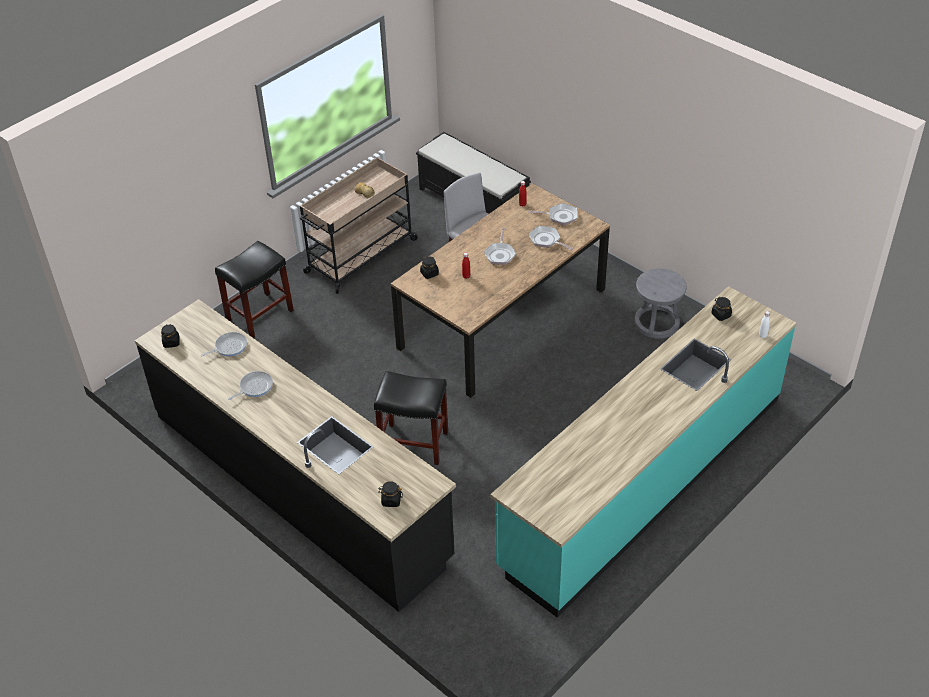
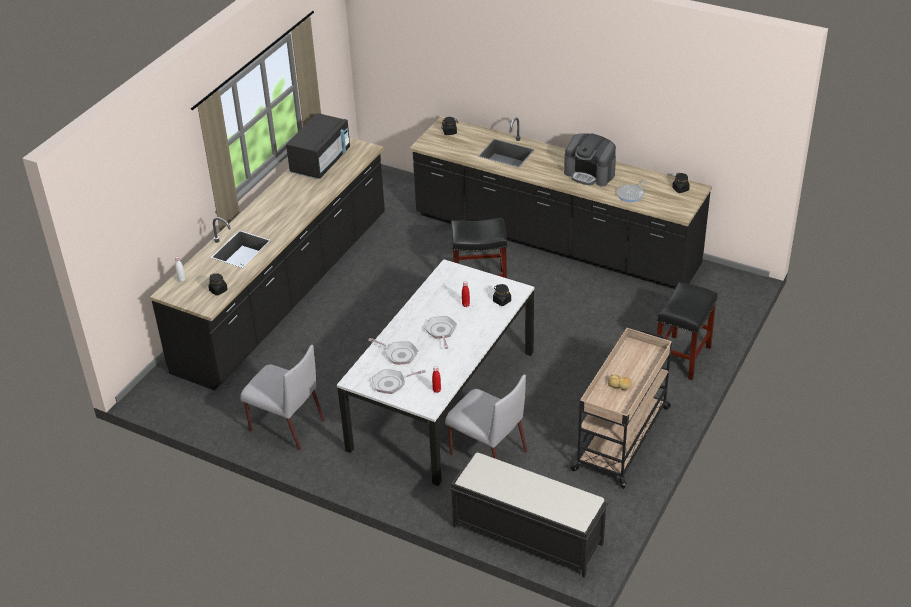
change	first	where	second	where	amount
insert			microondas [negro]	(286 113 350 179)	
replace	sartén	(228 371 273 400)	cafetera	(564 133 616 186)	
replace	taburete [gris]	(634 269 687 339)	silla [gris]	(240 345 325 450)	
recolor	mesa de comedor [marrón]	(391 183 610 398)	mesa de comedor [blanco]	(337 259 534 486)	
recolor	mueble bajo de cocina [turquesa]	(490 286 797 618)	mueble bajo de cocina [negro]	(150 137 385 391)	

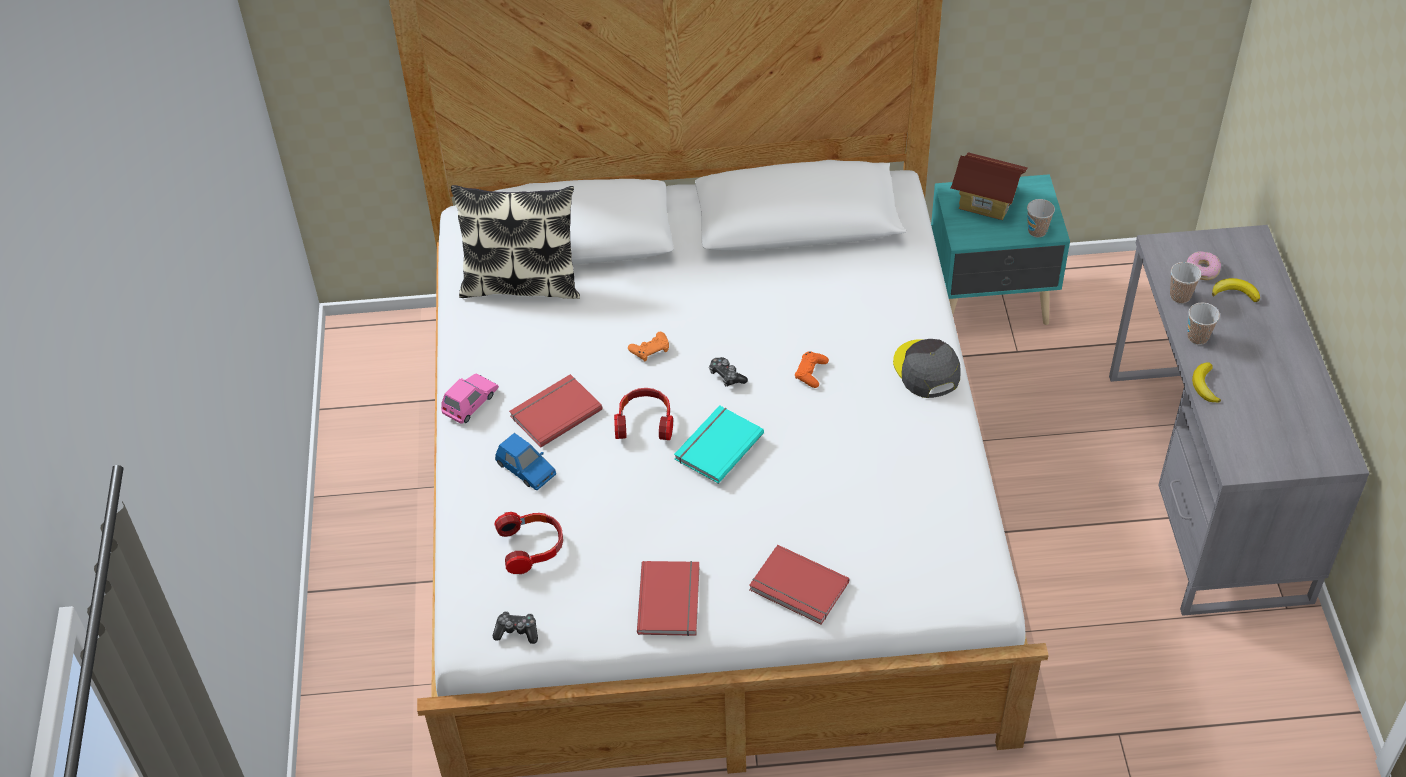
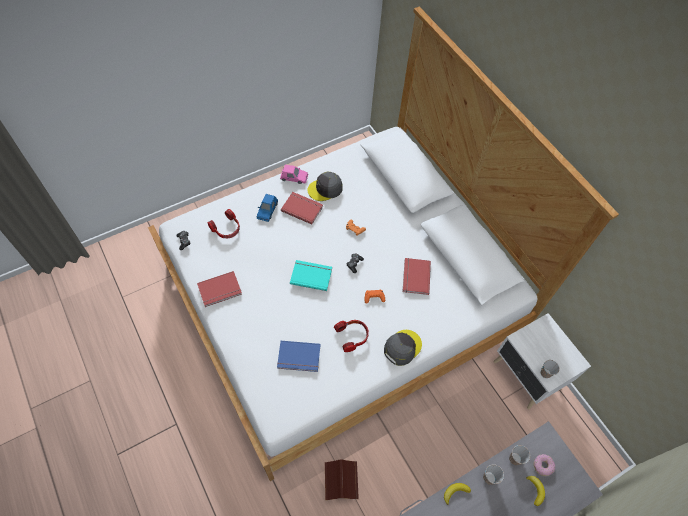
change	first	where	second	where	amount
delete	cojín	(451 185 580 299)			
insert			libro [azul]	(277 341 320 372)	
insert			gorra [gris]	(308 172 343 201)	
move	auriculares	(614 388 673 440)		(334 320 369 352)	
move	libro [rojo]	(749 545 850 625)		(403 258 431 295)	
move	casita	(951 152 1028 220)		(325 459 359 500)	
recolor	mesita de noche [turquesa]	(931 174 1070 325)	mesita de noche [blanco]	(494 313 591 409)	

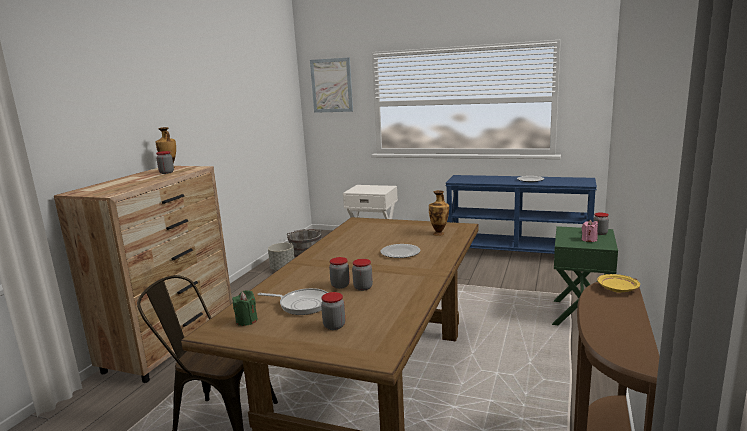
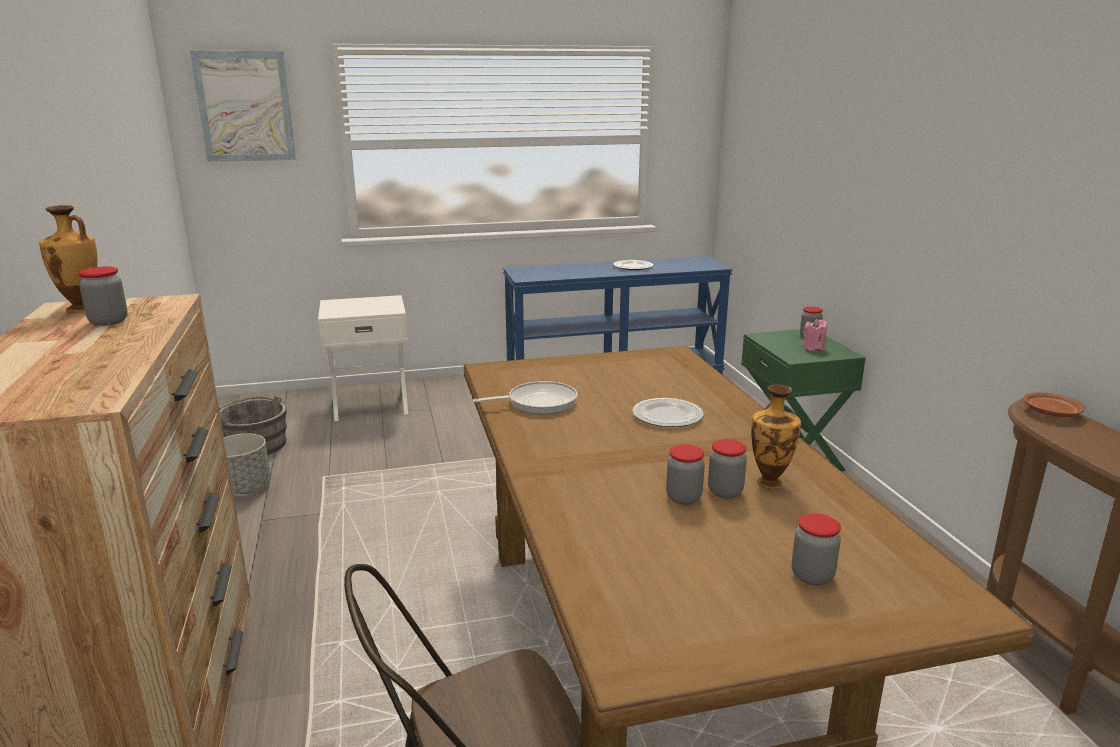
change	first	where	second	where	amount
delete	vela [verde]	(232 290 258 326)			
move	sartén	(257 288 328 315)		(473 381 578 414)	
move	florero	(429 190 449 236)		(751 384 801 489)	
recolor	plato [amarillo]	(597 274 640 293)	plato [marrón]	(1023 392 1085 418)	

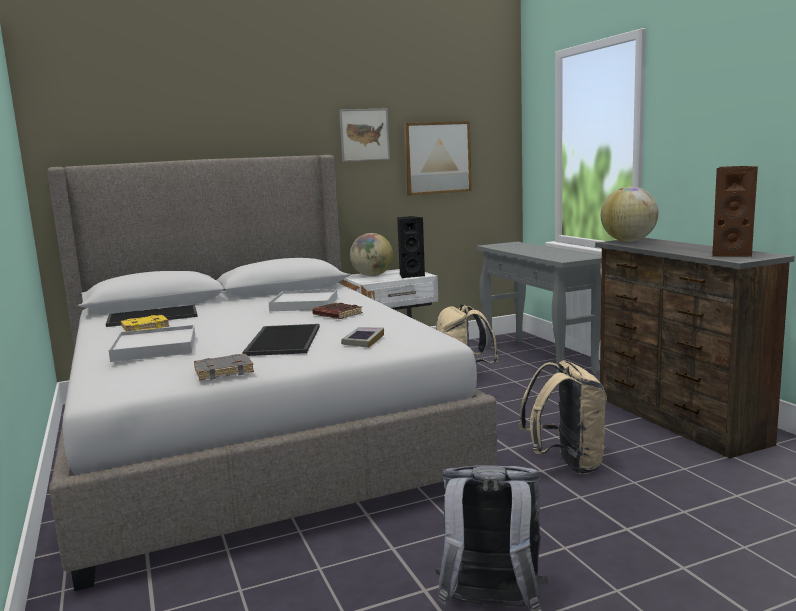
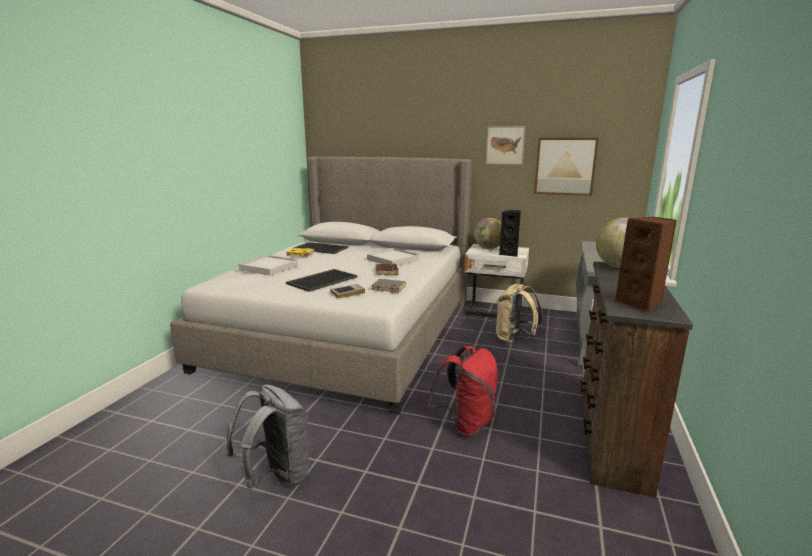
change	first	where	second	where	amount
move	libro [gris]	(194 354 254 380)		(371 279 406 293)	
recolor	mochila [beis]	(519 360 607 474)	mochila [rojo]	(428 346 499 437)	

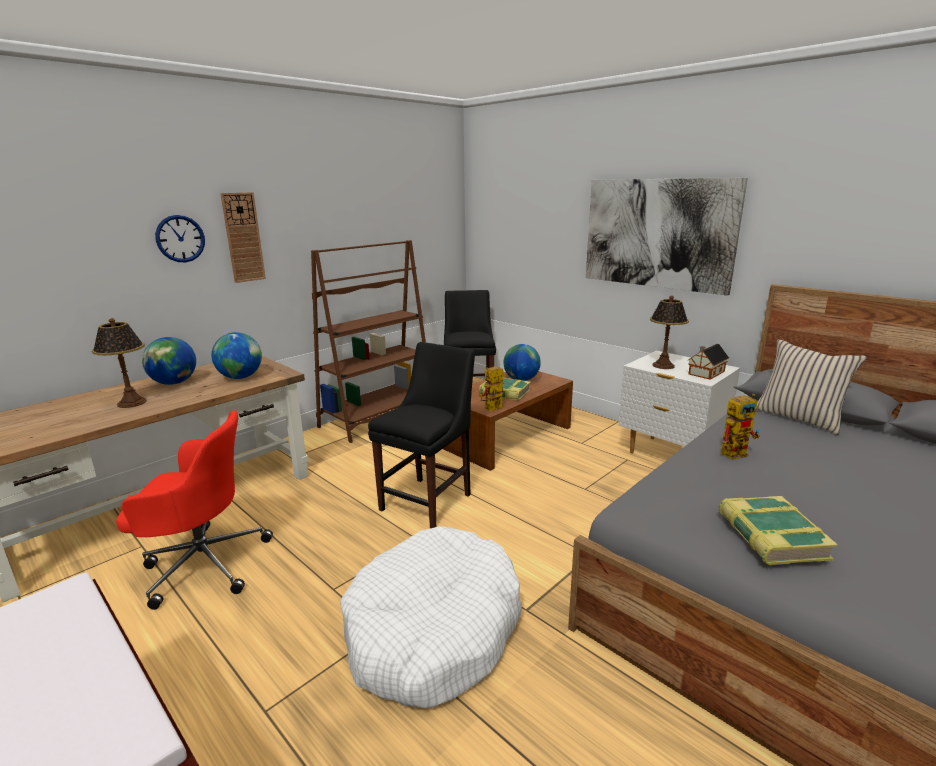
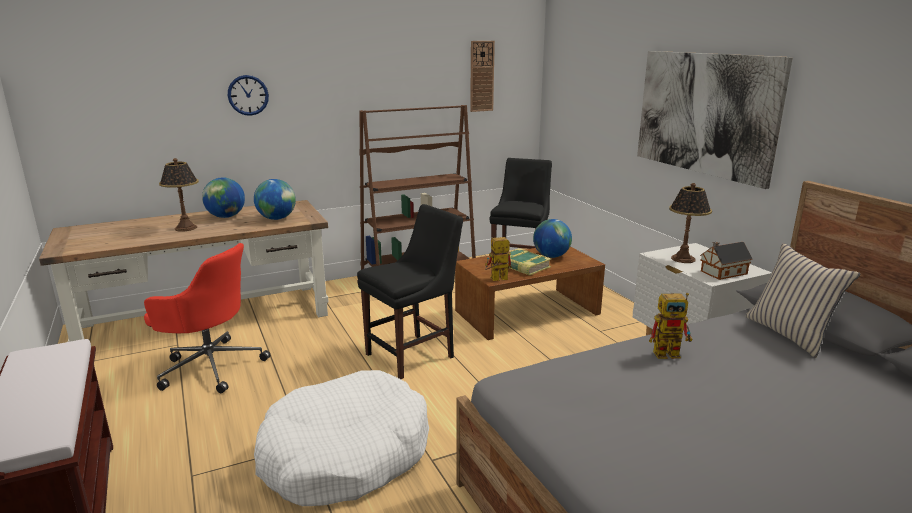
change	first	where	second	where	amount
delete	libro	(718 496 838 565)			
move	reloj de pared	(220 192 266 283)		(470 41 495 112)	

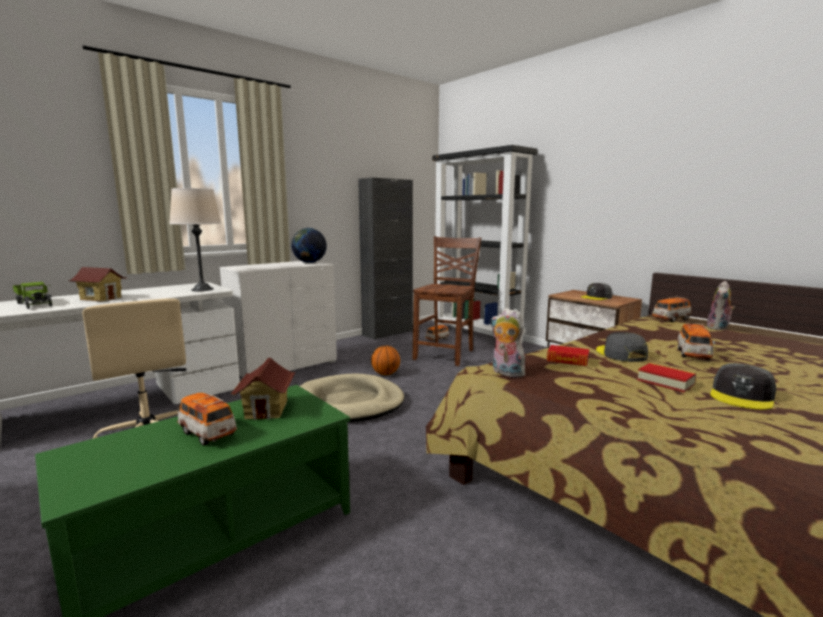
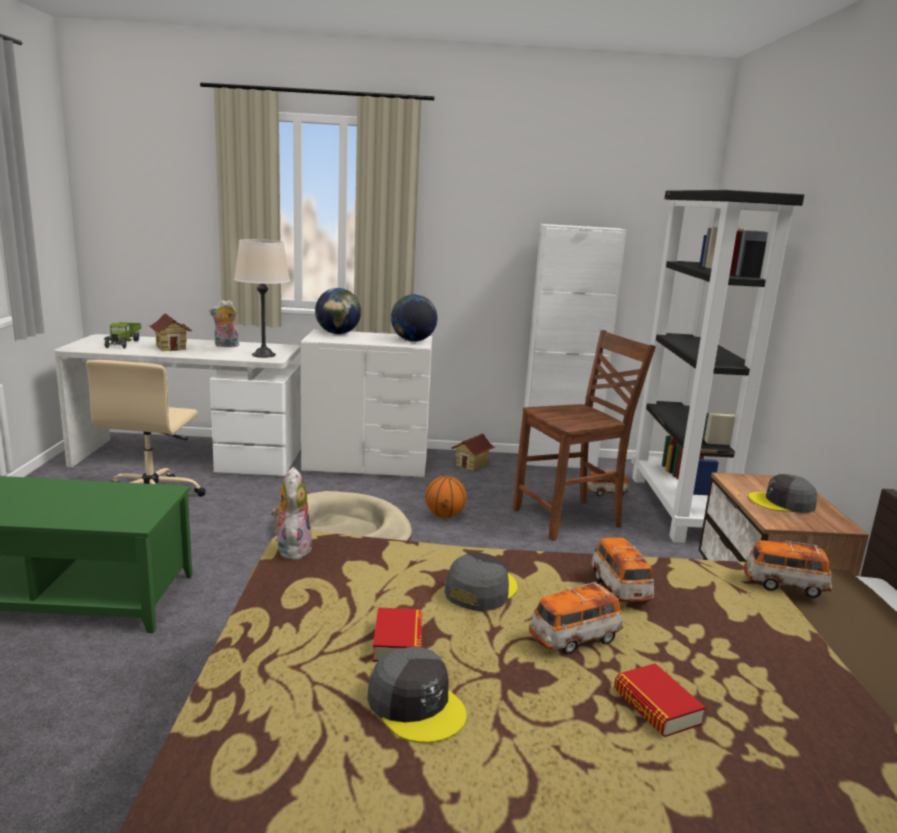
change	first	where	second	where	amount
insert			globo terráqueo	(315 288 361 335)	
move	coche de juguete	(177 393 237 446)		(591 537 654 604)	
move	casita	(231 358 295 420)		(451 434 495 470)	
move	libro	(547 345 589 366)		(614 663 706 737)	
move	peluche	(707 281 735 330)		(209 300 239 347)	
recolor	armario [negro]	(358 177 413 340)	armario [blanco]	(524 224 626 468)	
rotate	gorra [gris]	(710 363 776 410)		(367 646 467 743)	120 degrees counterclockwise

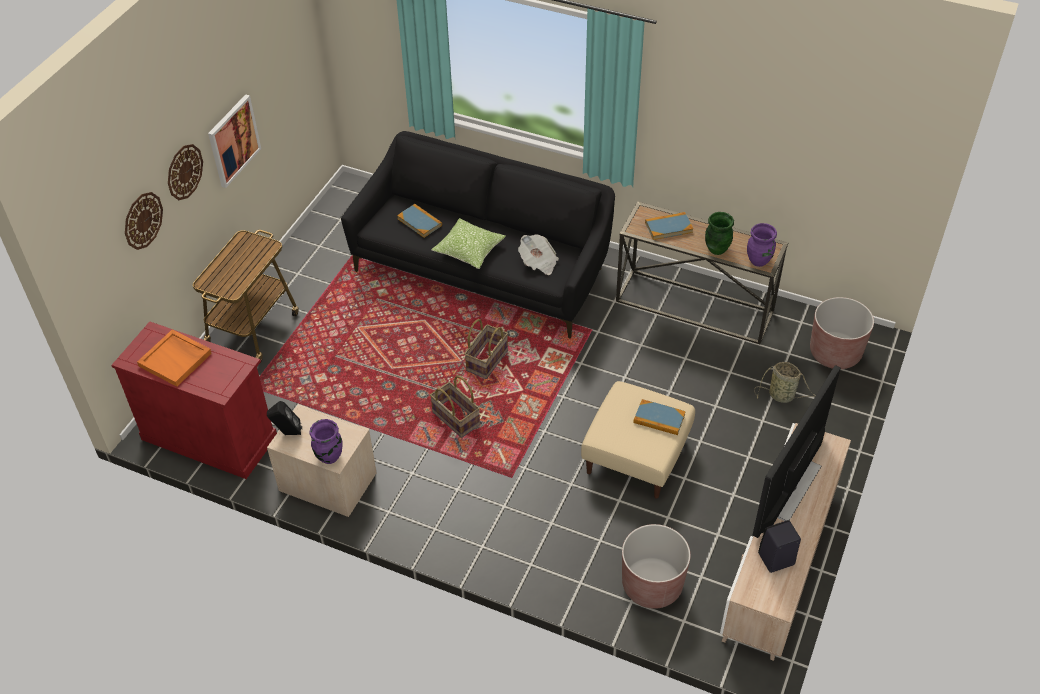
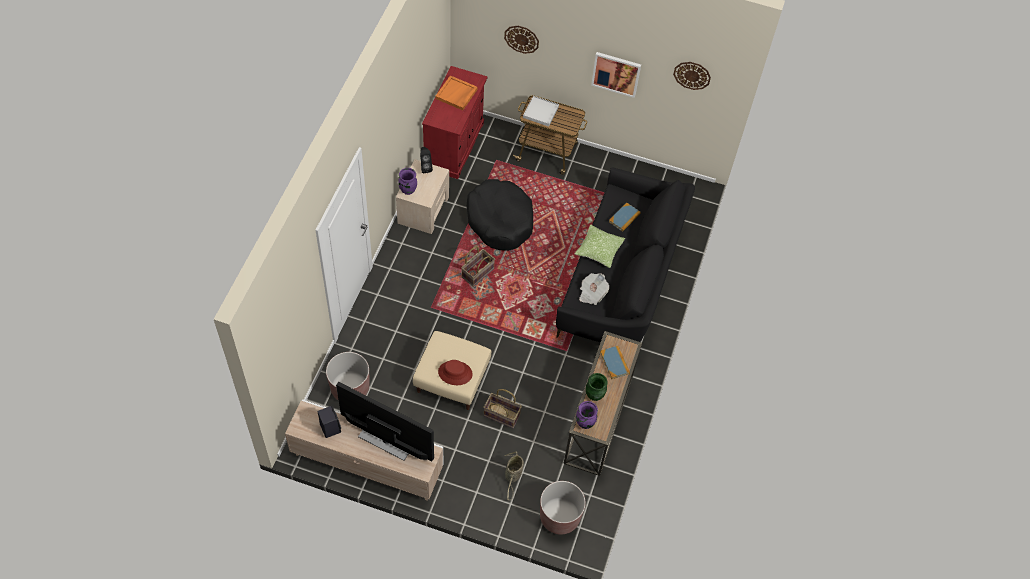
change	first	where	second	where	amount
insert			cama para perro [negro]	(467 179 533 251)	
insert			bandeja [blanco]	(523 96 559 127)	
move	reloj de pared	(168 144 203 200)		(673 62 711 90)	
move	cesta	(464 319 508 379)		(483 389 522 428)	
replace	libro	(633 399 686 435)	sombrero [rojo]	(438 360 473 385)	

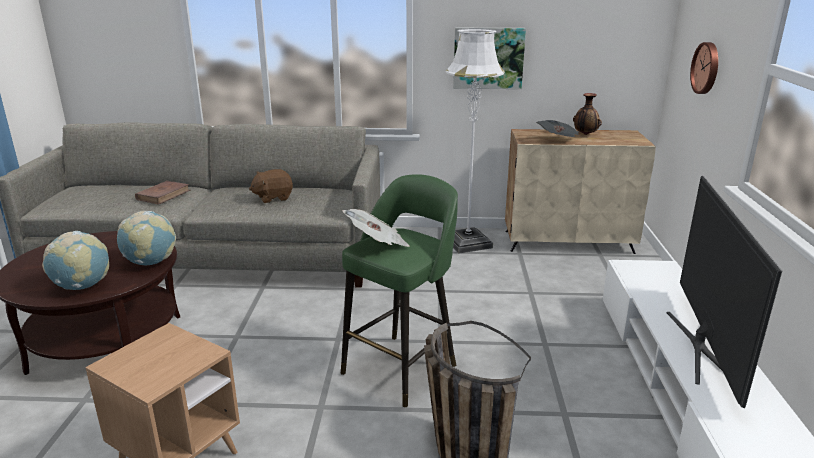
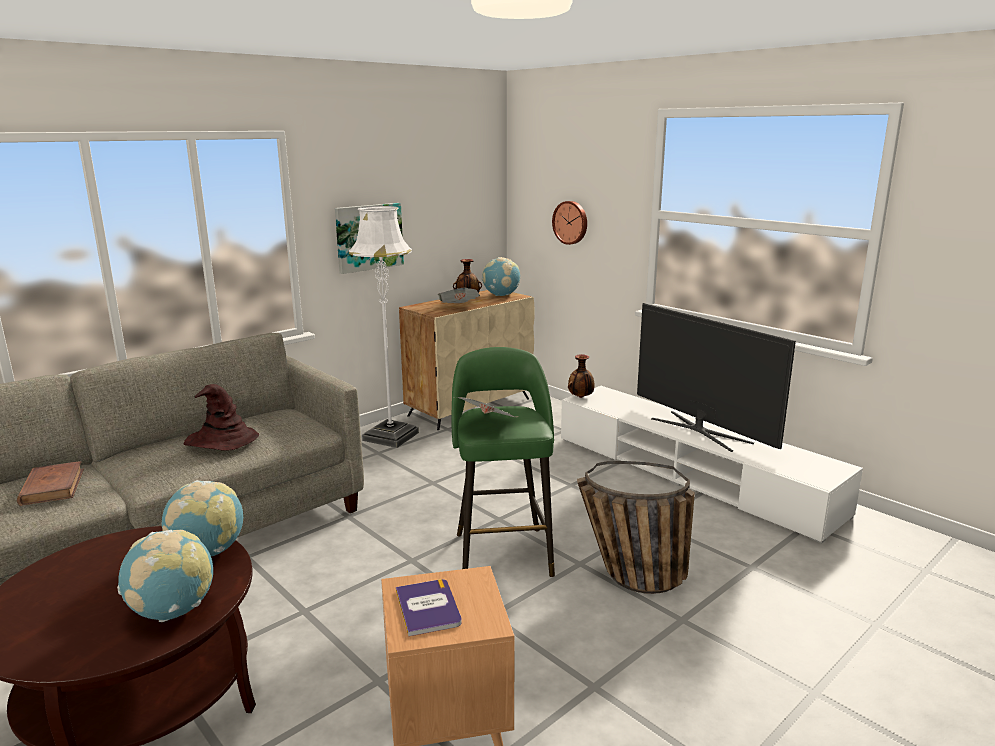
change	first	where	second	where	amount
insert			libro	(396 579 462 636)	
insert			globo terráqueo	(482 257 520 296)	
insert			florero	(568 354 595 398)	
replace	peluche [marrón]	(249 169 293 203)	sombrero [marrón]	(184 384 259 451)	

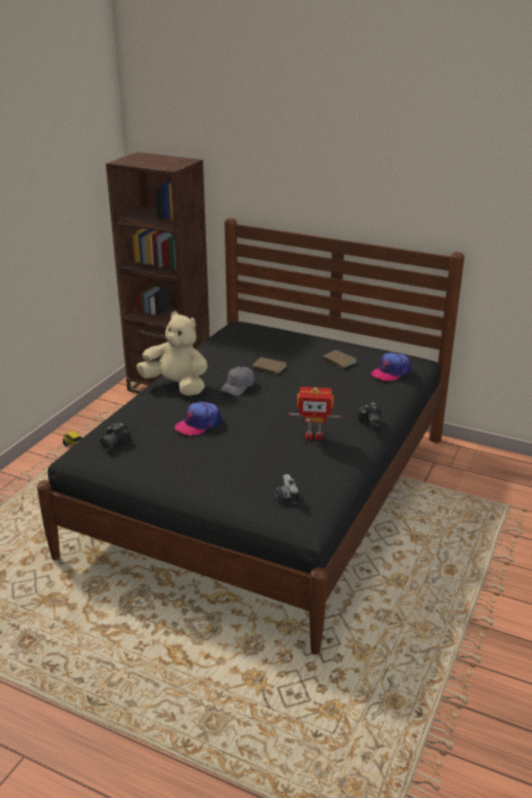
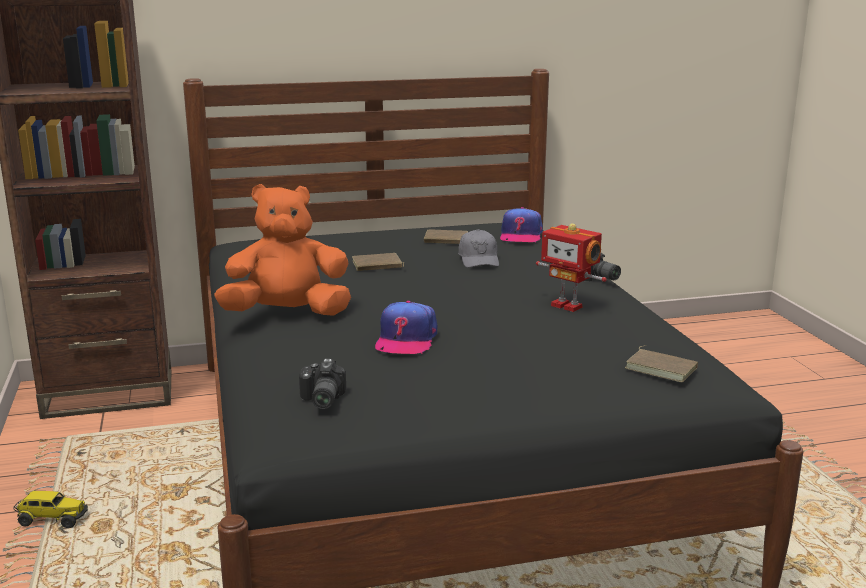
change	first	where	second	where	amount
move	gorra [gris]	(220 367 254 396)		(458 229 499 268)	
replace	cámara	(275 474 298 504)	libro [marrón]	(625 345 698 382)	
recolor	peluche [beis]	(136 311 207 396)	peluche [naranja]	(215 184 351 316)	
rotate	robot de juguete	(288 387 342 440)		(536 223 607 312)	75 degrees clockwise

